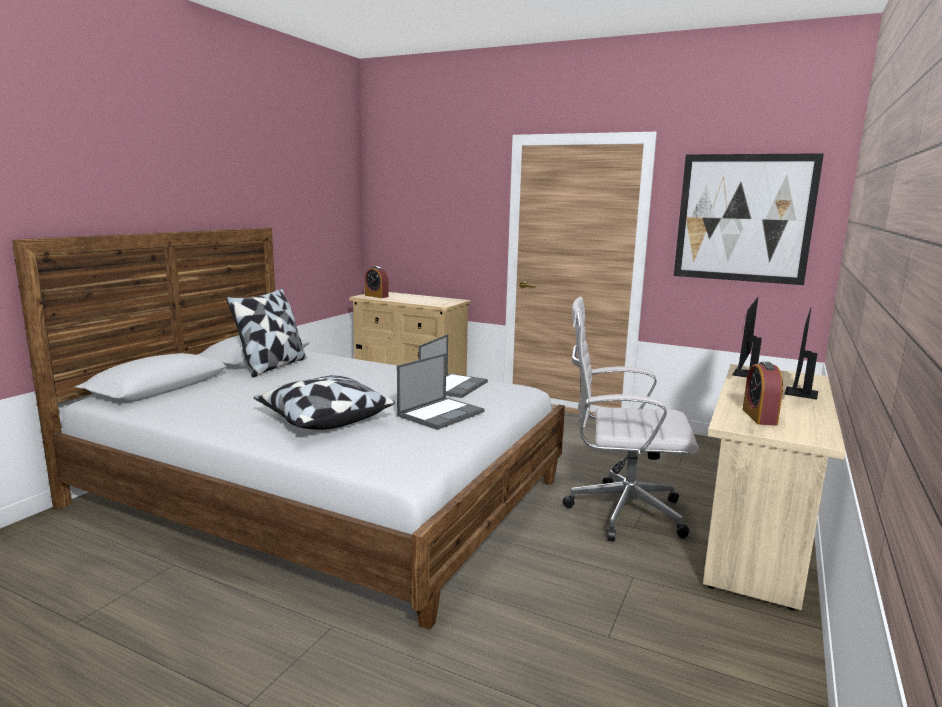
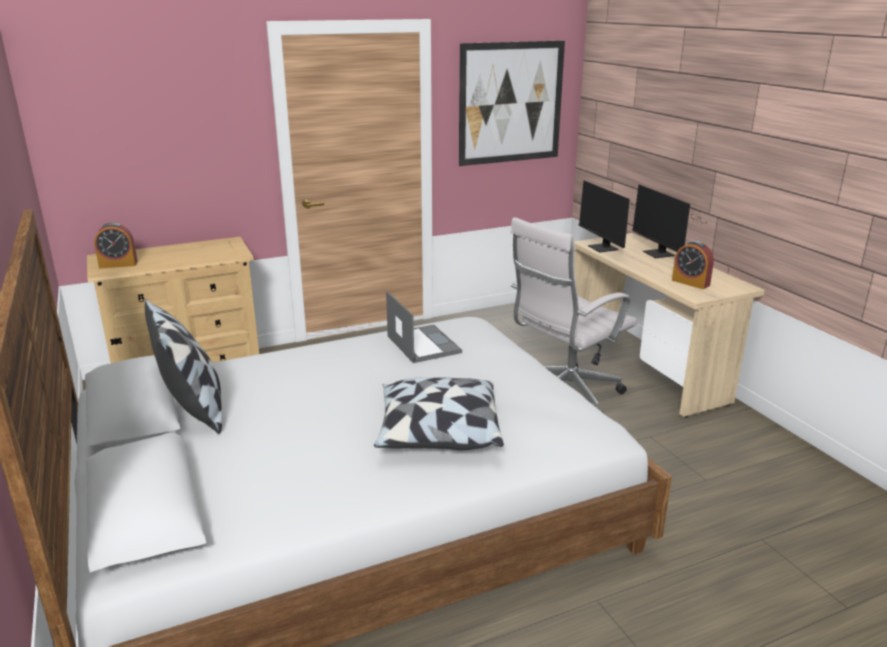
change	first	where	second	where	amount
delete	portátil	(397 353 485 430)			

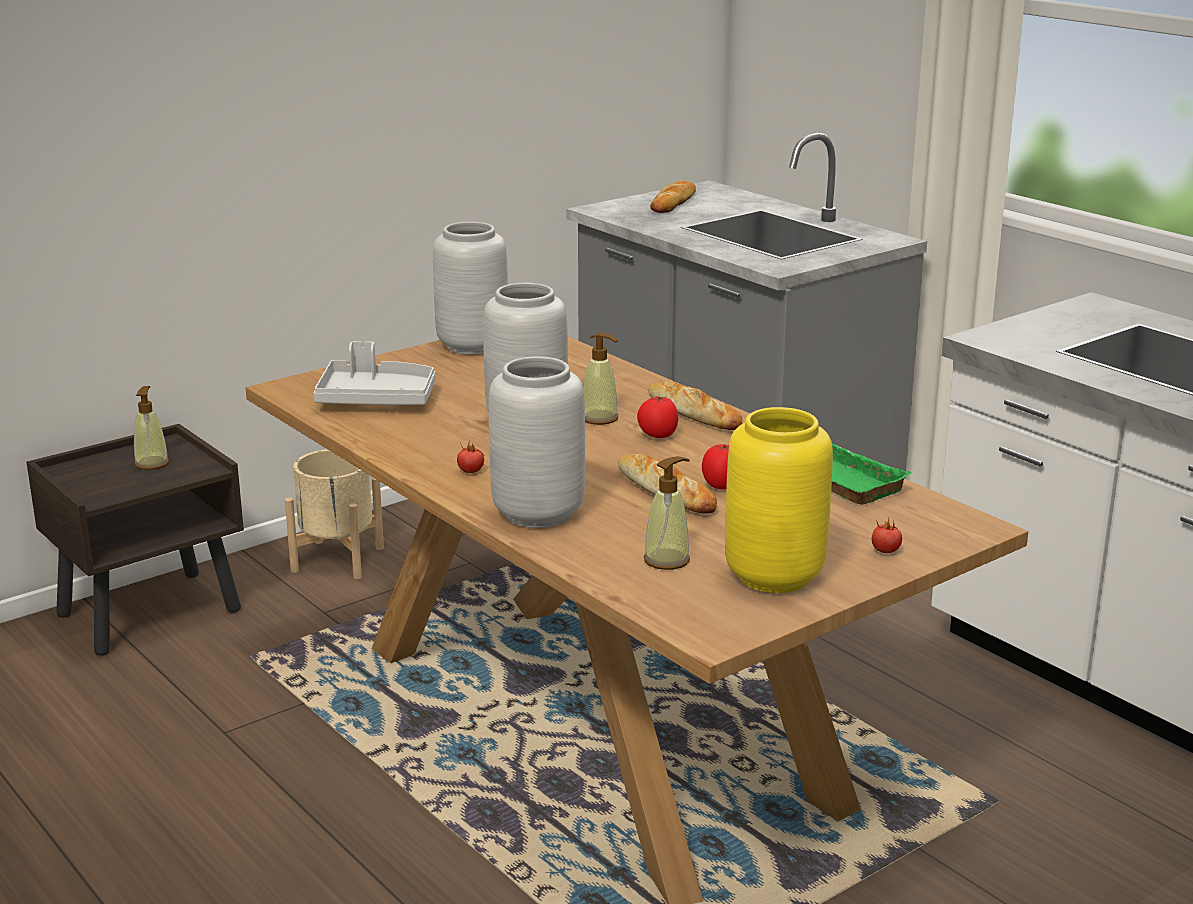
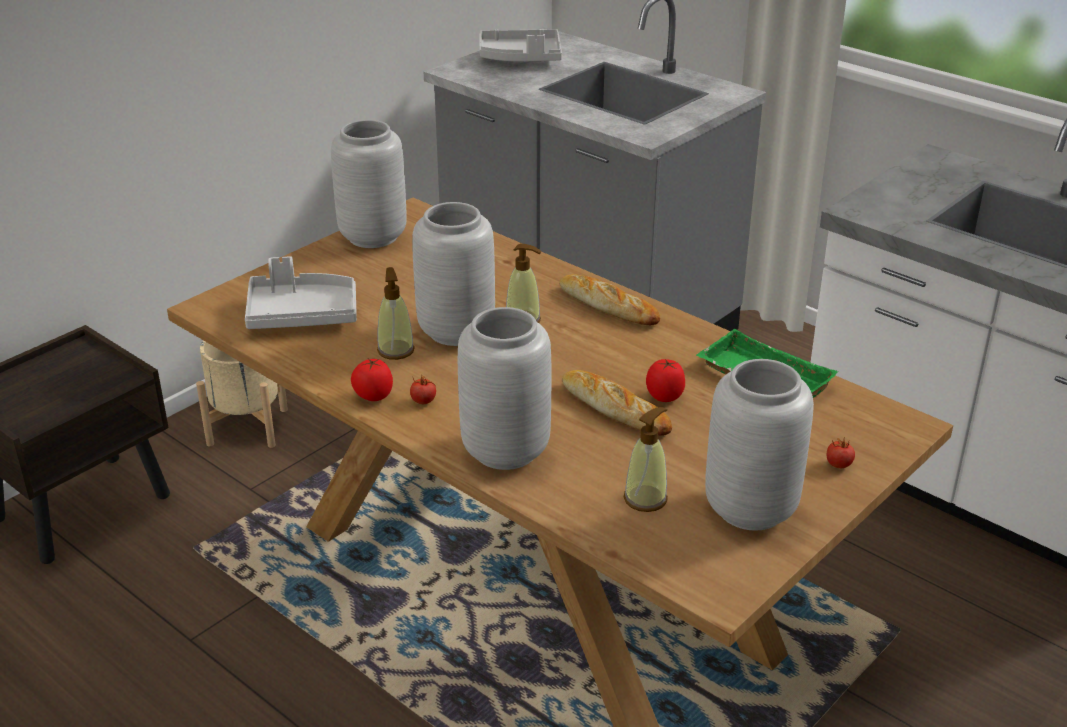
change	first	where	second	where	amount
move	dispensador de jabón	(134 386 169 470)		(377 267 415 360)	
move	tomate	(637 396 678 438)		(351 359 393 401)	
replace	pan	(650 180 696 213)	bandeja [gris]	(479 29 562 62)	
recolor	florero [amarillo]	(725 407 833 593)	florero [gris]	(705 359 814 530)	

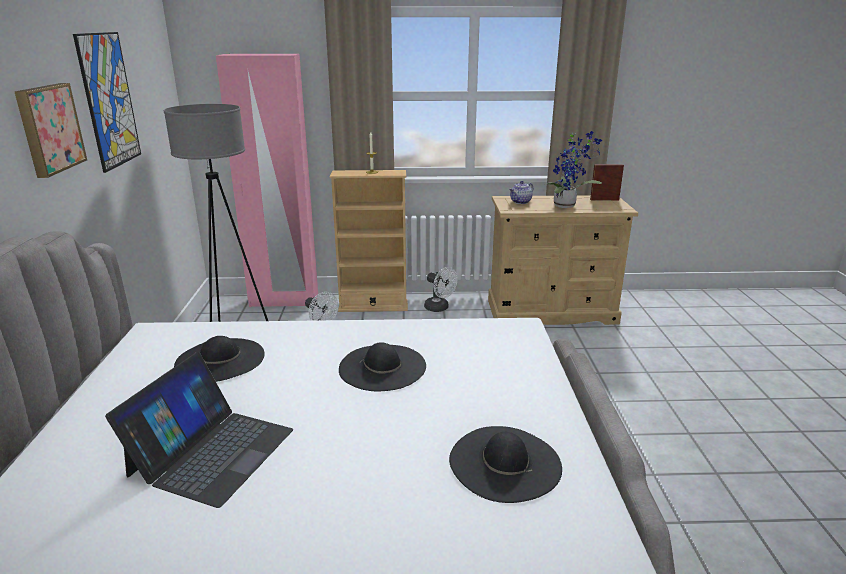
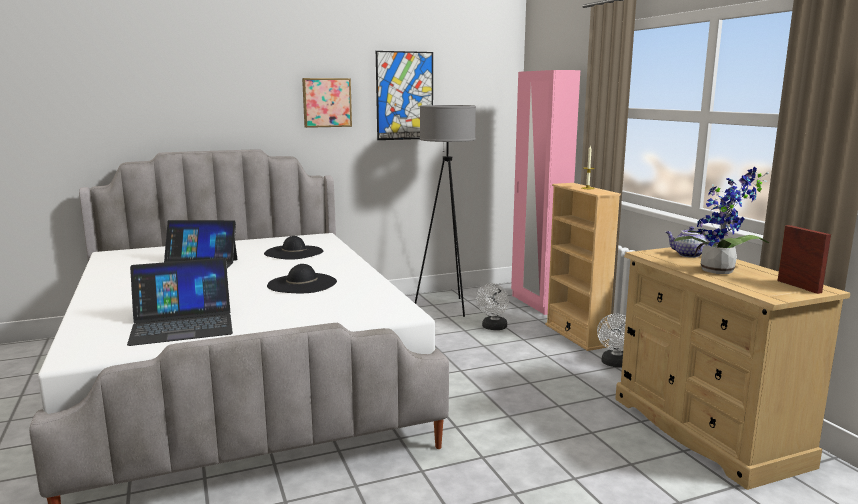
change	first	where	second	where	amount
replace	sombrero [negro]	(449 426 562 503)	portátil	(127 258 233 346)	

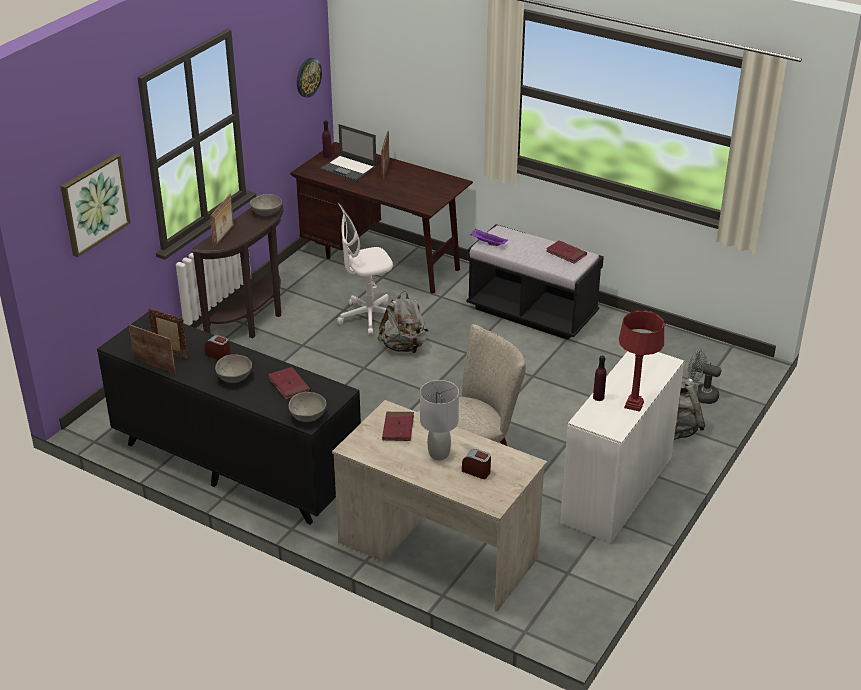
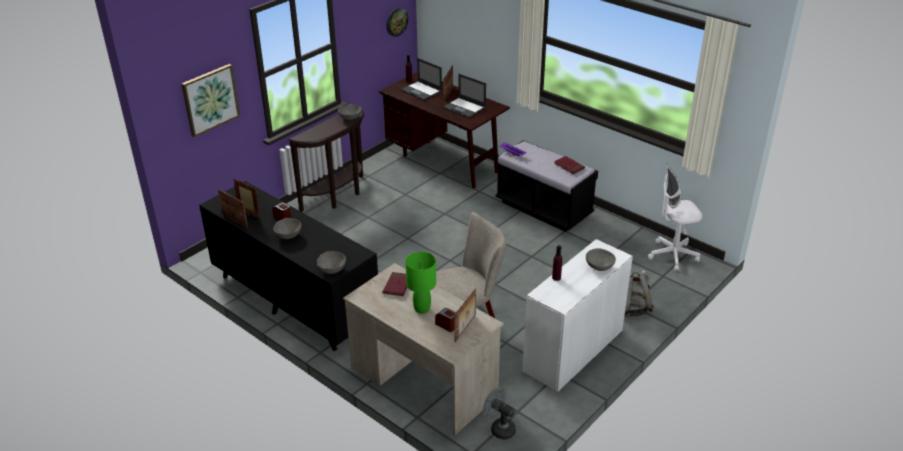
change	first	where	second	where	amount
delete	libro [rojo]	(268 367 311 400)			
delete	mochila [gris]	(377 291 428 353)			
delete	lámpara de mesa [rojo]	(619 310 664 412)			
insert			portátil	(443 74 486 118)	
insert			cuenco [gris]	(586 248 616 271)	
move	portarretratos	(210 194 234 248)		(454 288 476 342)	
move	silla de oficina [blanco]	(337 203 393 335)		(648 164 702 271)	
move	ventilador [gris]	(687 350 721 404)		(483 388 516 440)	
recolor	lámpara de mesa [gris]	(420 380 459 461)	lámpara de mesa [verde]	(405 252 436 314)	

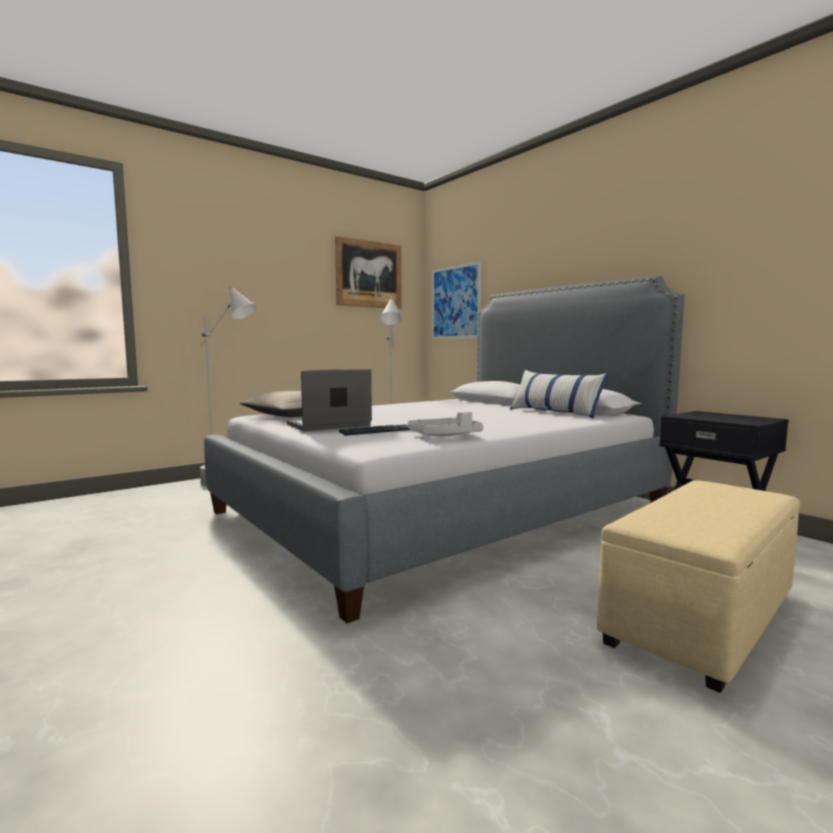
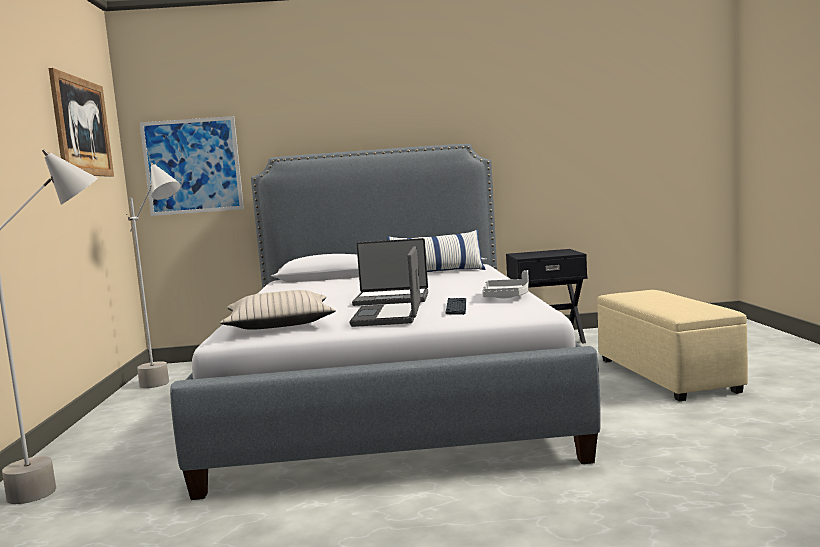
change	first	where	second	where	amount
insert			portátil	(352 238 428 306)	

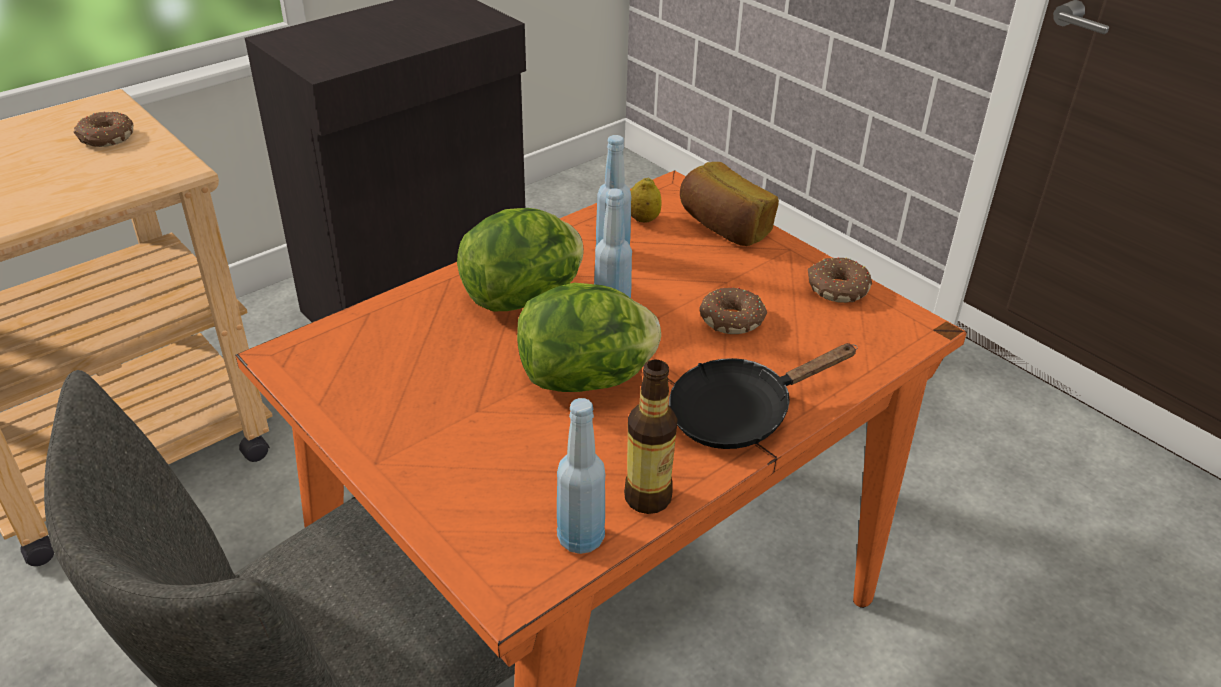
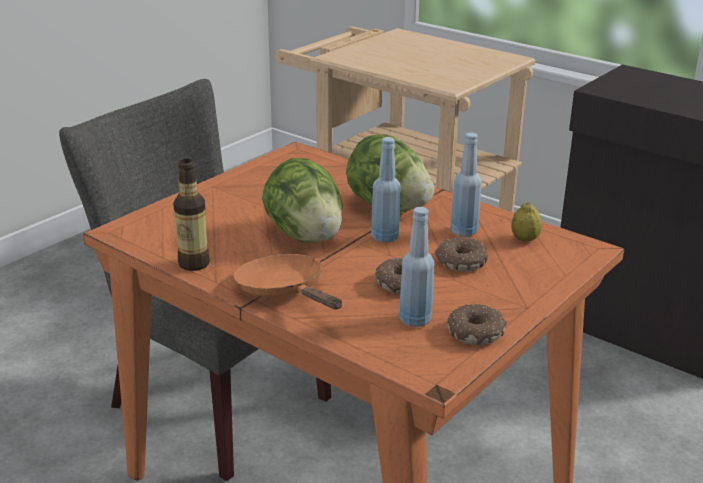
change	first	where	second	where	amount
delete	pan	(680 162 779 246)			
move	rosquilla	(73 111 133 147)		(435 236 488 272)	
move	botella [azul]	(557 398 605 554)		(399 207 435 327)	
recolor	sartén [negro]	(669 343 858 449)	sartén [naranja]	(234 254 342 309)	

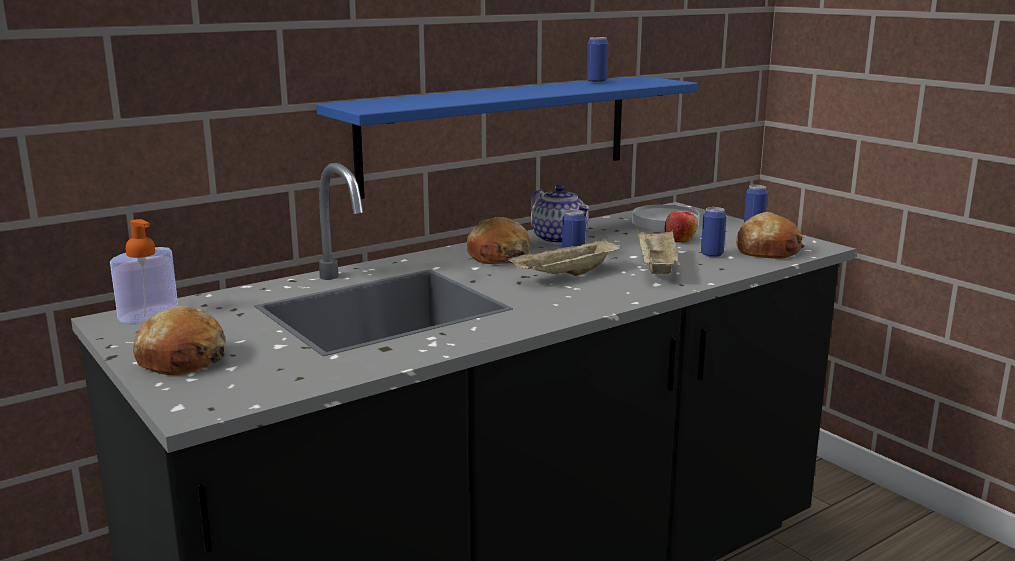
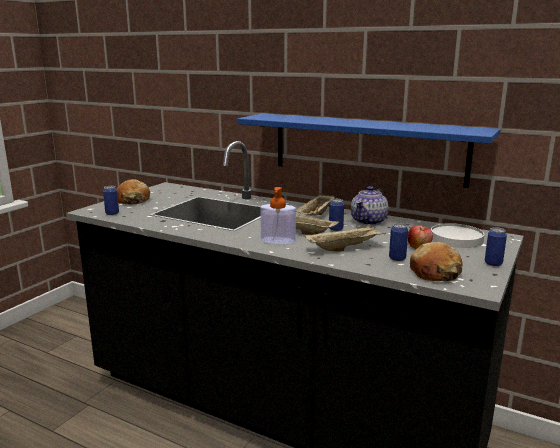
change	first	where	second	where	amount
move	dispensador de jabón	(110 219 178 323)		(260 187 296 244)	
move	lata	(587 37 609 83)		(103 186 119 215)	
replace	pan	(467 217 530 264)	bandeja [beis]	(296 193 335 216)	

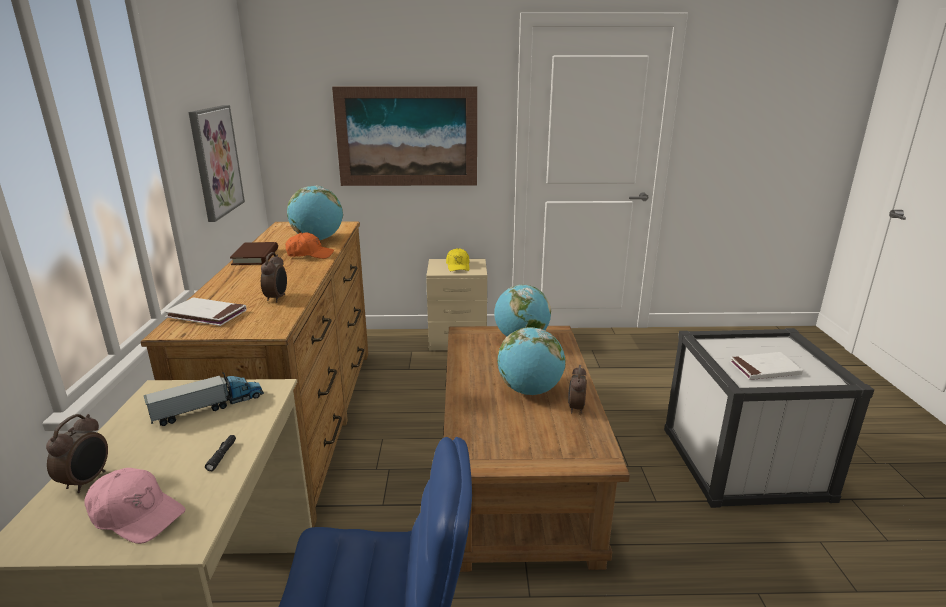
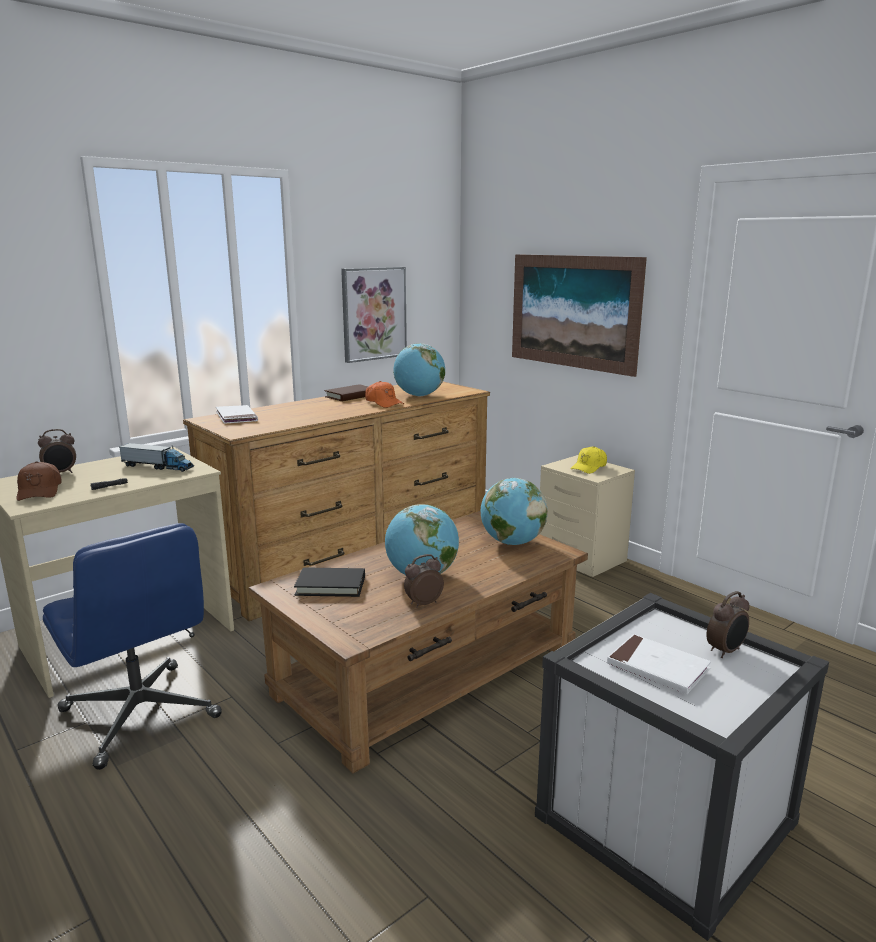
change	first	where	second	where	amount
insert			libro [negro]	(294 567 365 597)	
move	despertador	(261 252 287 302)		(706 591 750 658)	
recolor	gorra [rosa]	(84 468 186 544)	gorra [marrón]	(16 461 62 501)	

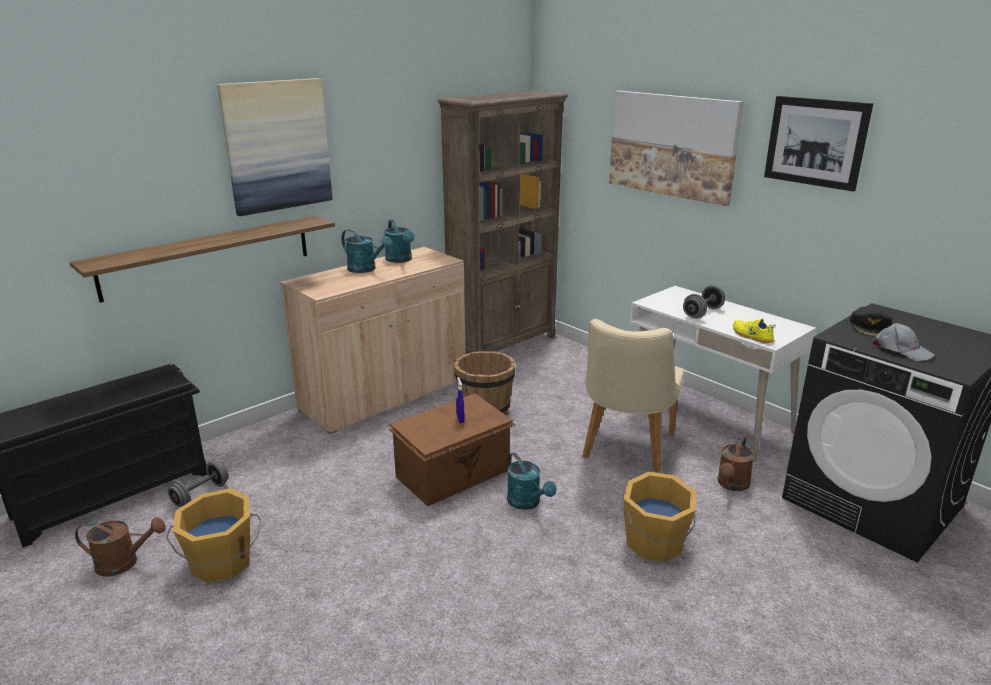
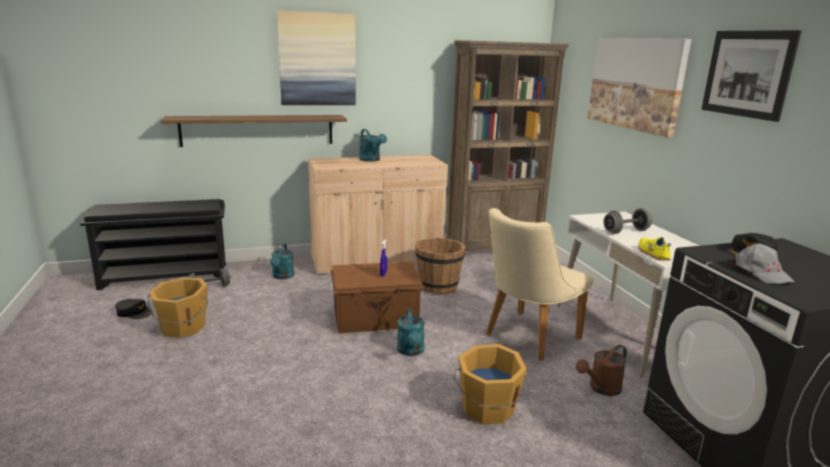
change	first	where	second	where	amount
move	regadera [turquesa]	(384 220 414 263)		(270 243 294 279)	
replace	regadera [marrón]	(75 517 165 577)	gorra [negro]	(115 299 153 319)	

